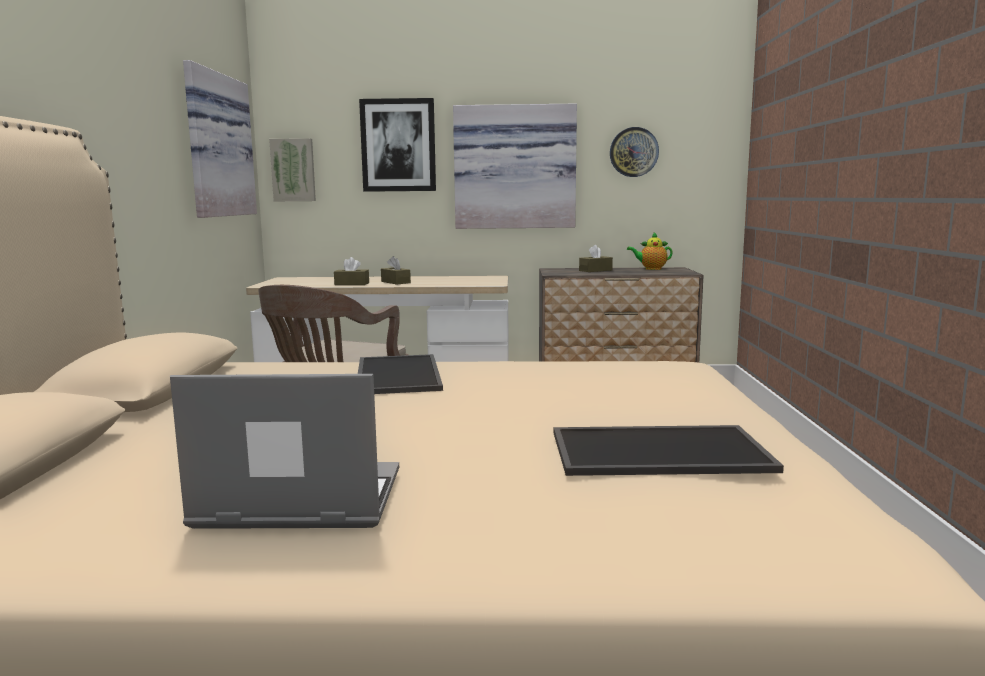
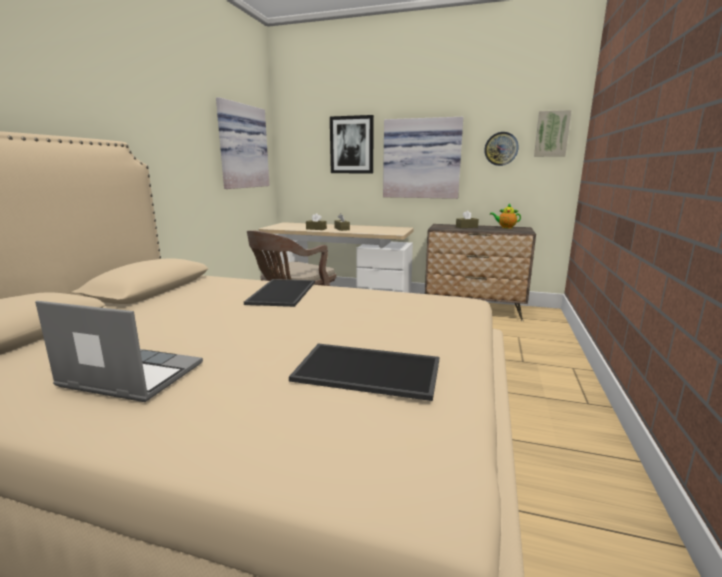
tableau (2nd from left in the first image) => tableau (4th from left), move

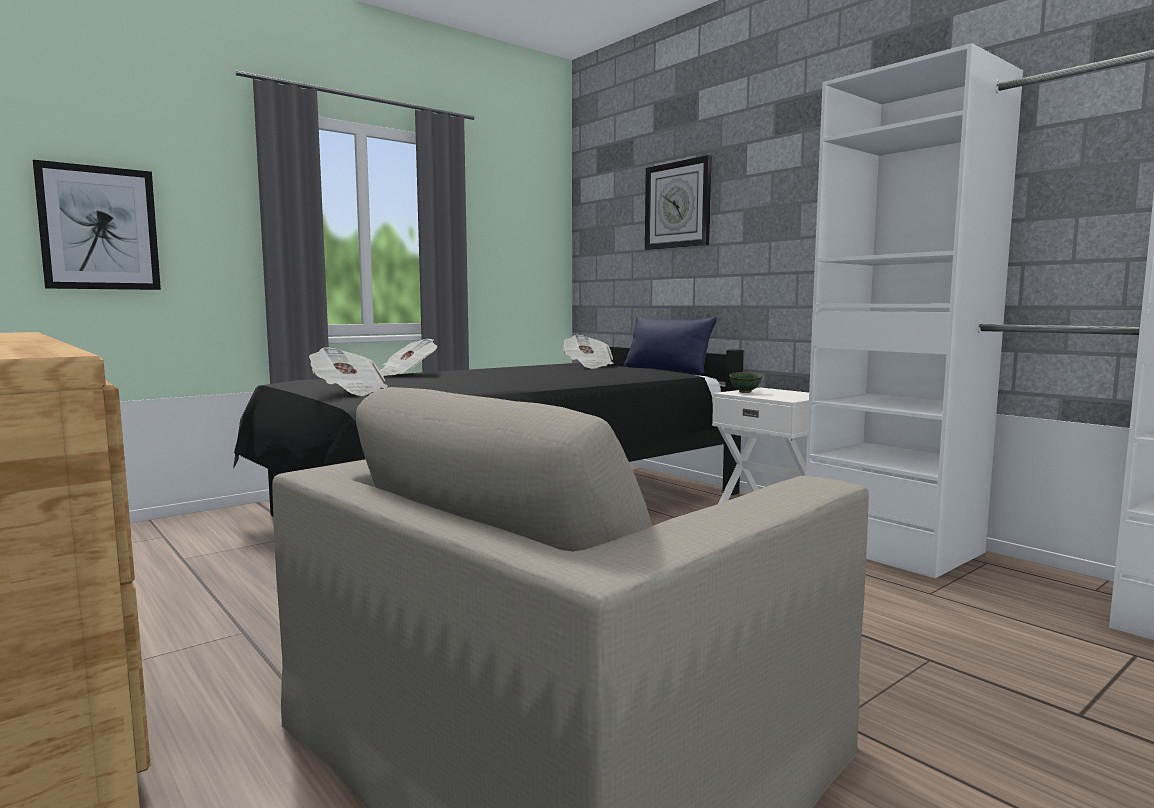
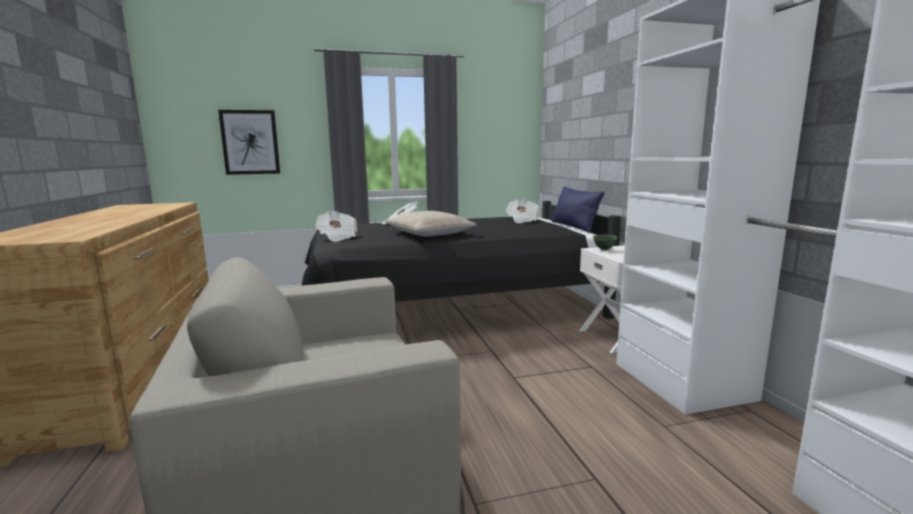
horloge murale => nothing
nothing => coussin/beige

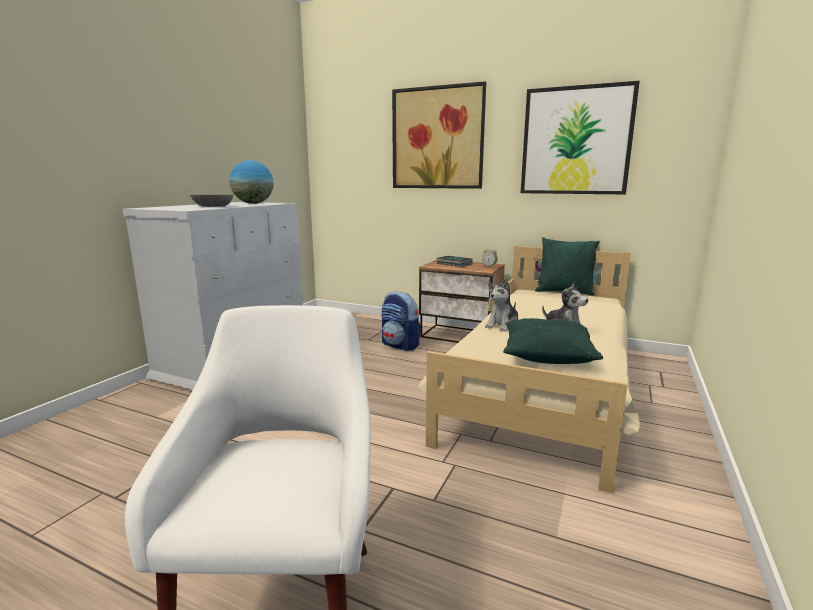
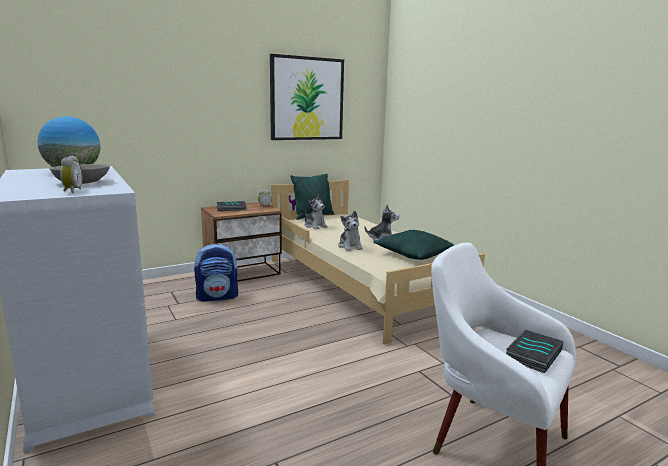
tableau (1st from left) => nothing
nothing => réveil (1st from left)
nothing => peluche (1st from left)
nothing => livre (2nd from left)

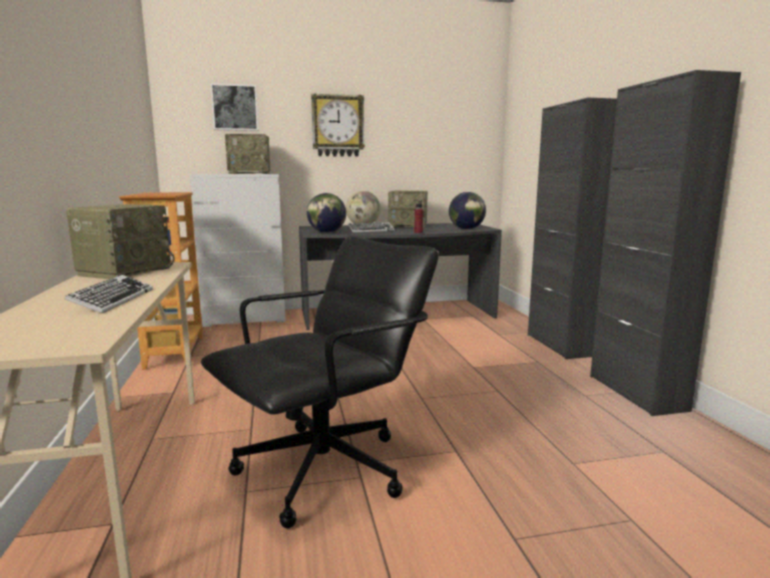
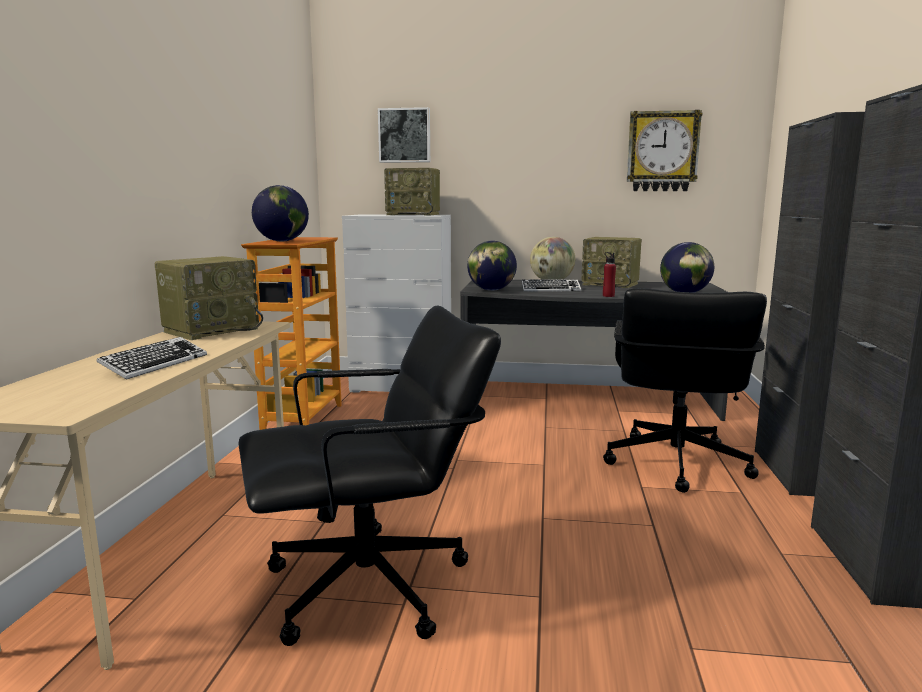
horloge murale, move
nothing => globe (1st from left)
nothing => chaise de bureau/noir (2nd from left)

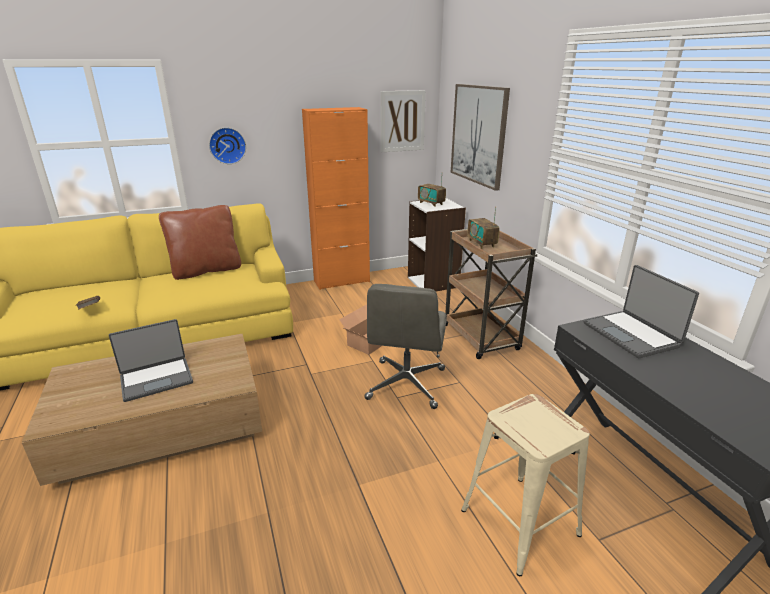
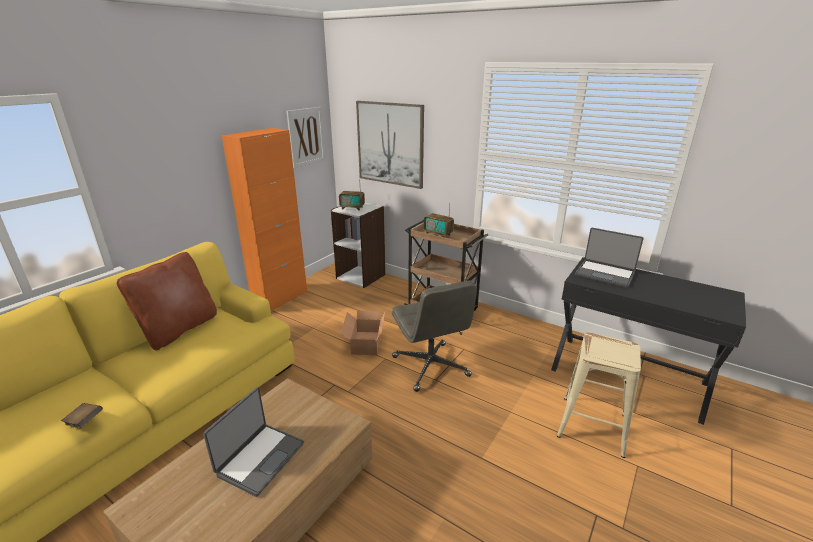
horloge murale => nothing

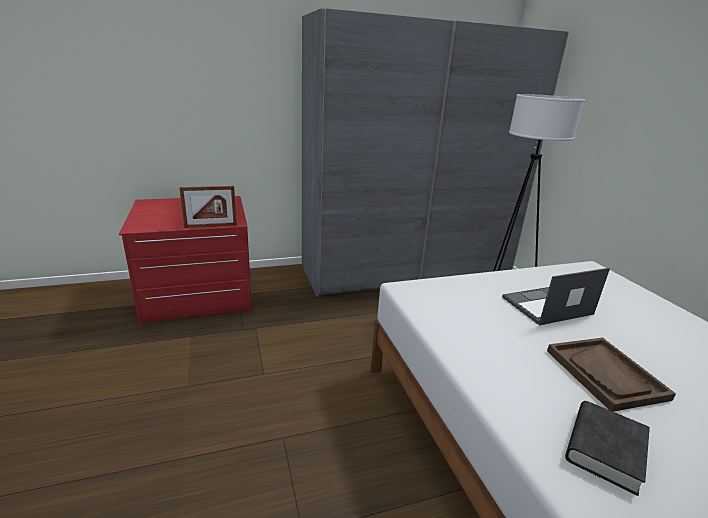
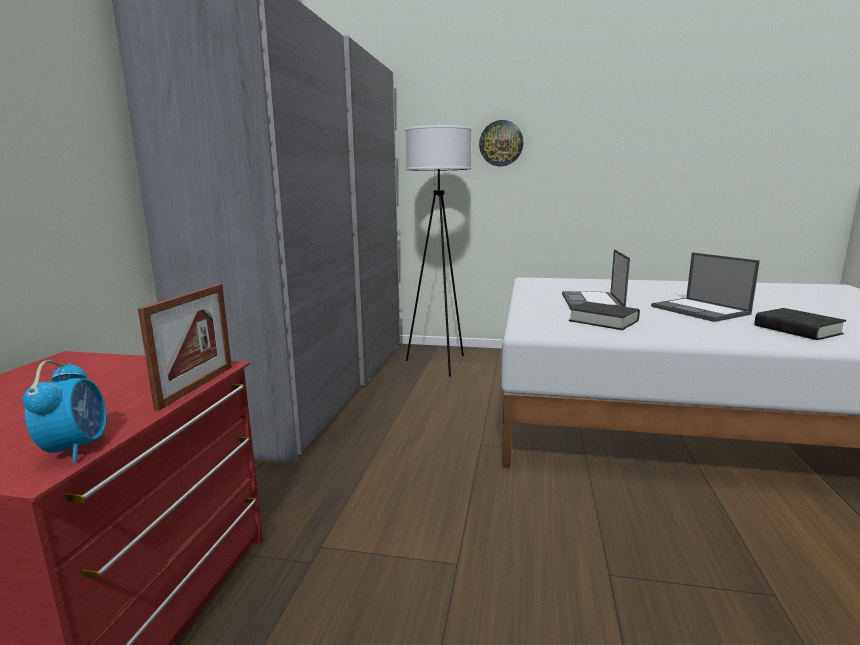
plateau/marron => ordinateur portable (2nd from left)
nothing => horloge murale
nothing => livre/noir (1st from left)
nothing => réveil

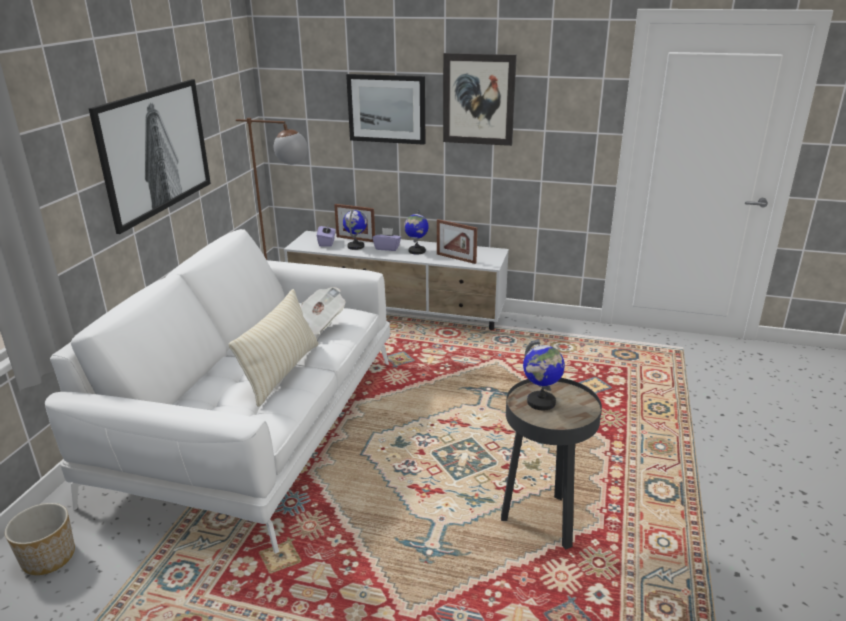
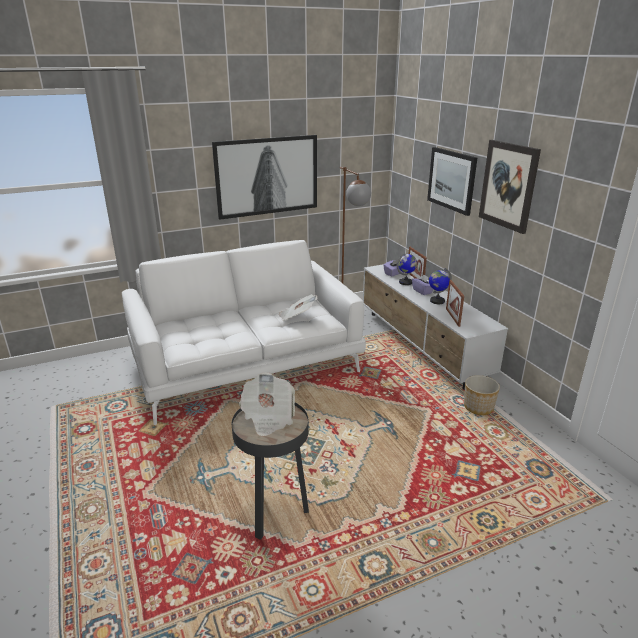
coussin/beige => nothing
globe (3rd from left) => journal (1st from left)
cache-pot, move

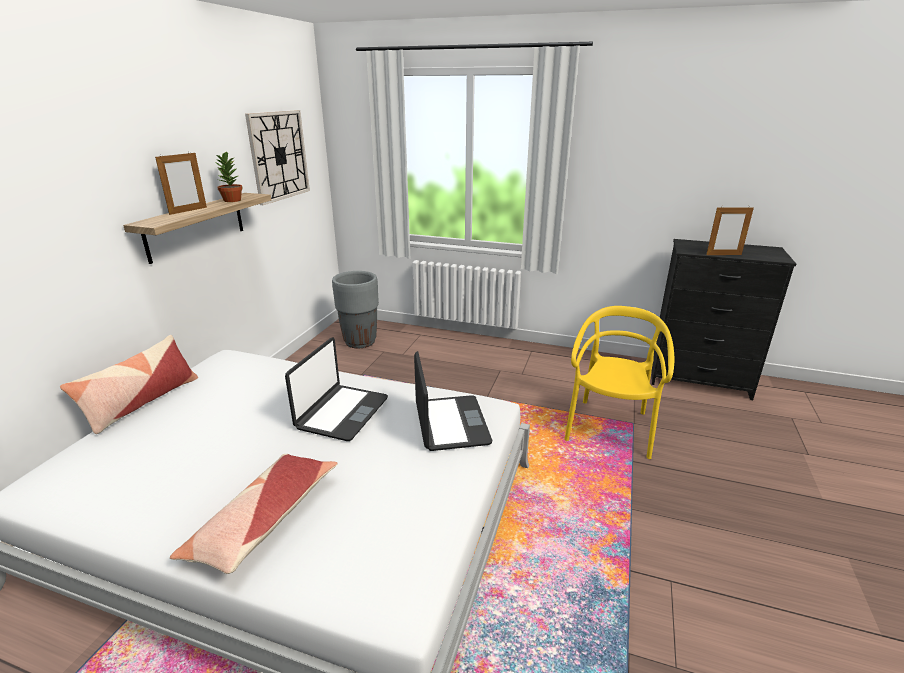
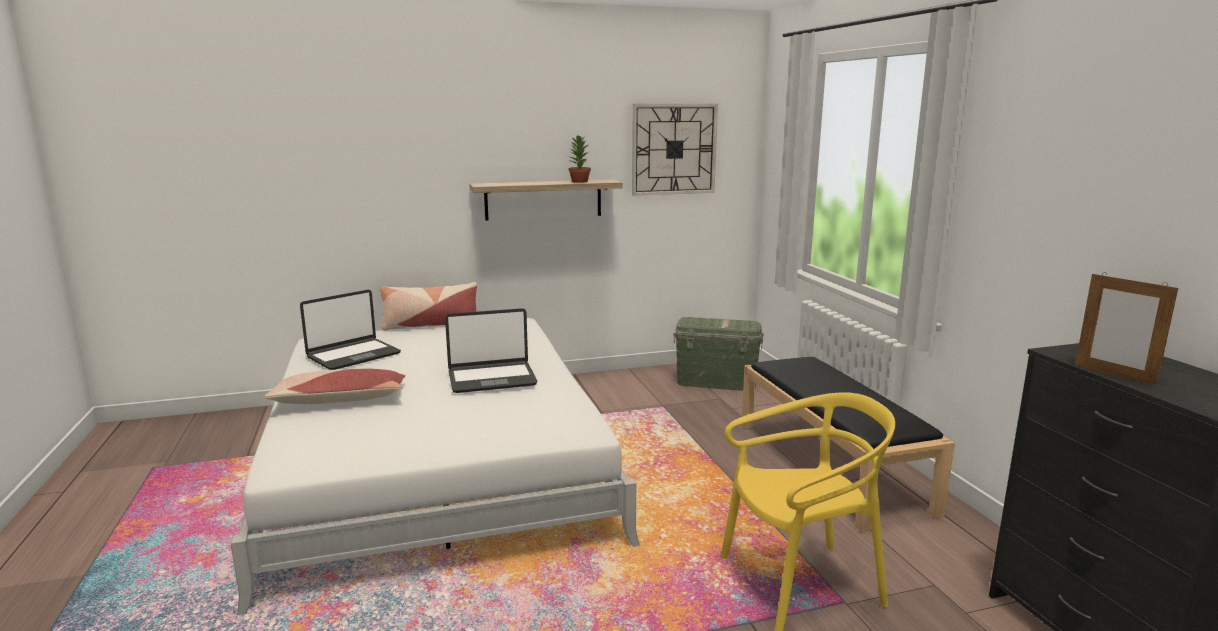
cadre photo (1st from left) => nothing
cache-pot/gris => boîte de rangement/vert
ordinateur portable (2nd from left in the first image) => ordinateur portable (1st from left), move
nothing => banc/noir

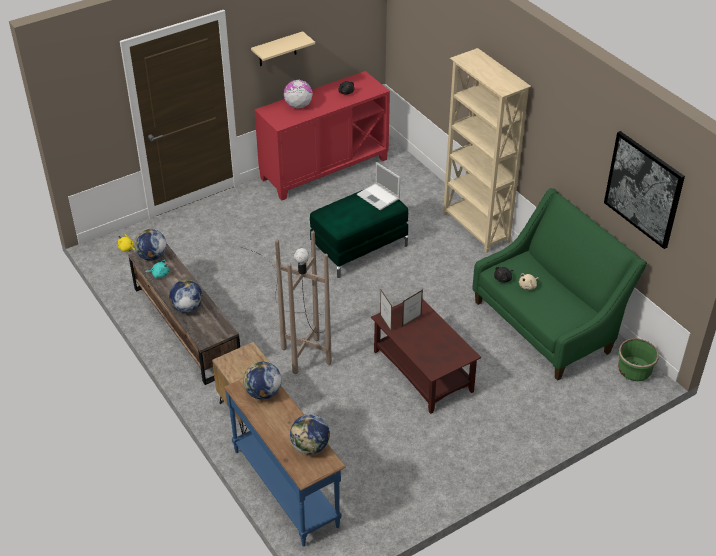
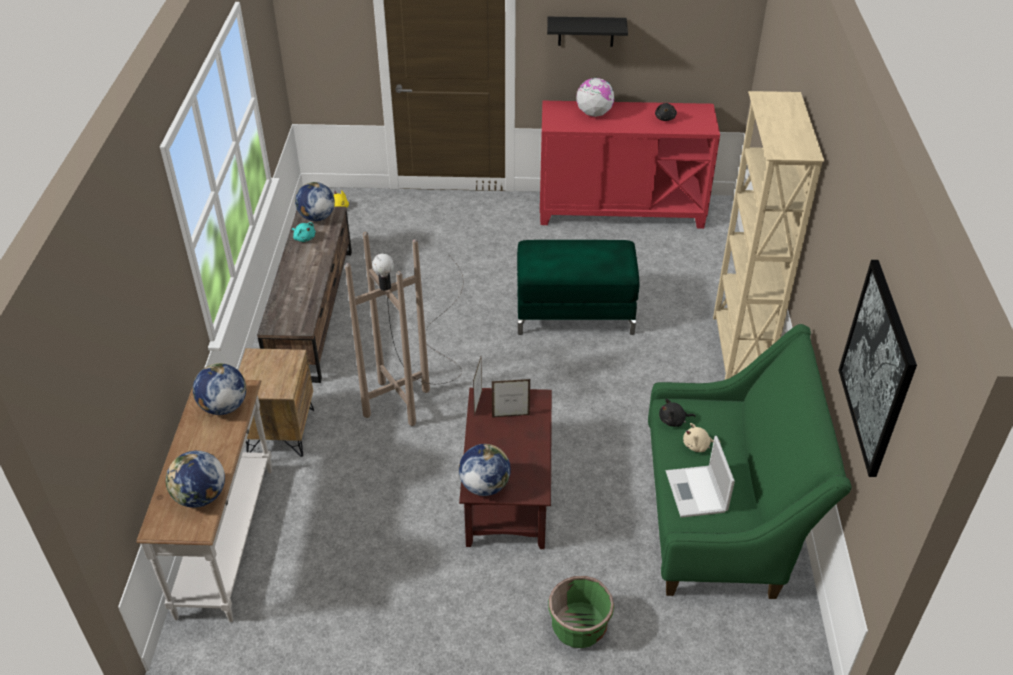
étagère/beige => étagère/noir
ordinateur portable, move
globe (2nd from left in the first image) => globe (4th from left), move
cache-pot/vert, move
table console/bleu => table console/blanc

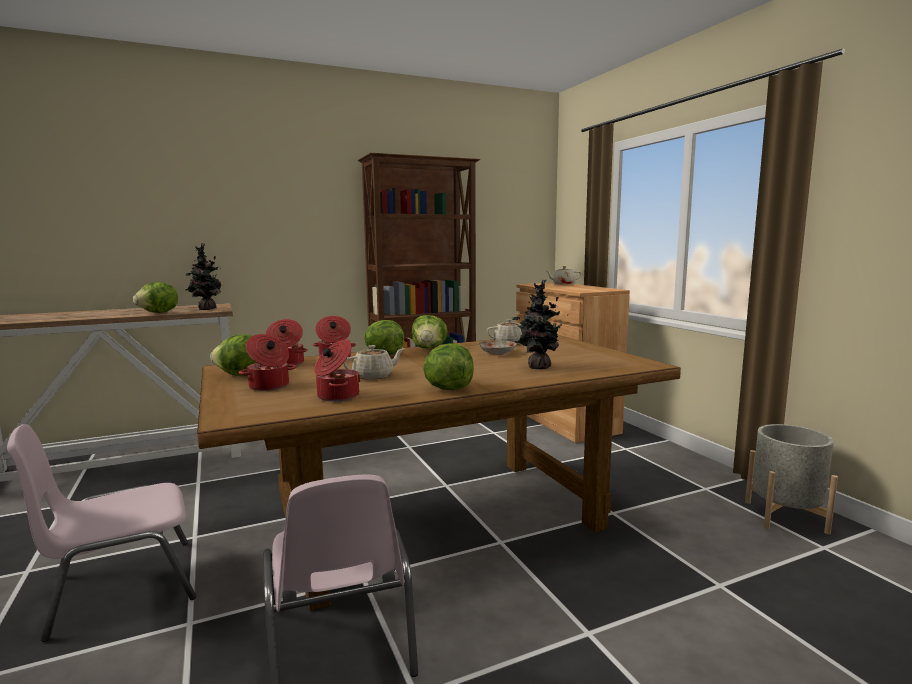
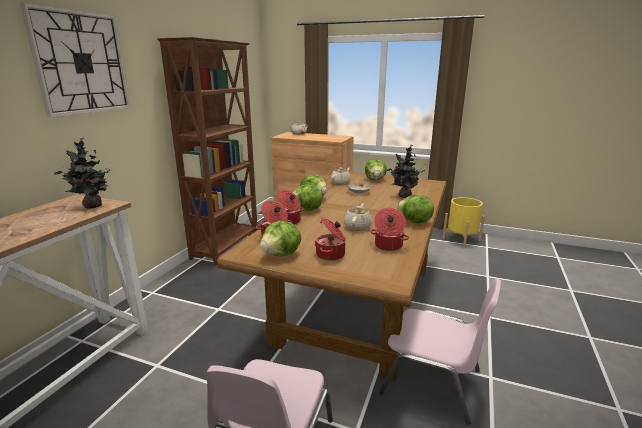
laitue (1st from left in the first image) => laitue (4th from left), move
cache-pot/gris => cache-pot/jaune
nothing => horloge murale

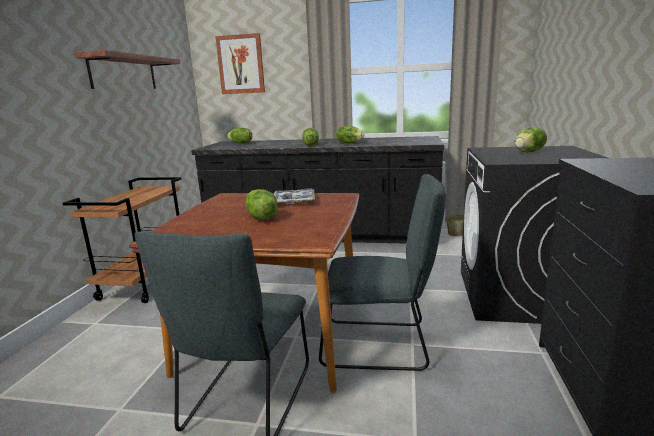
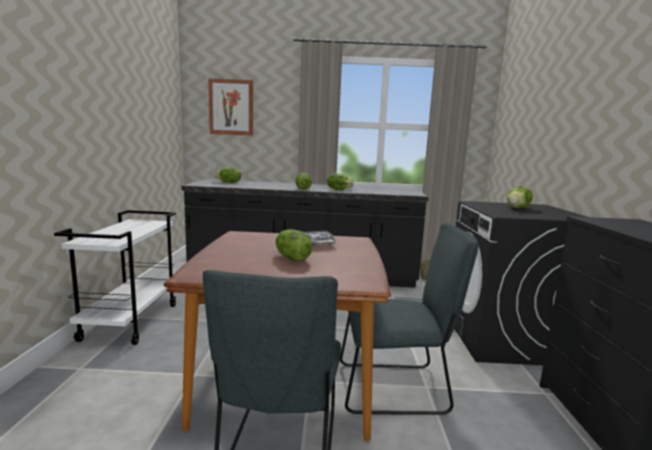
étagère => nothing
chariot/marron => chariot/blanc

